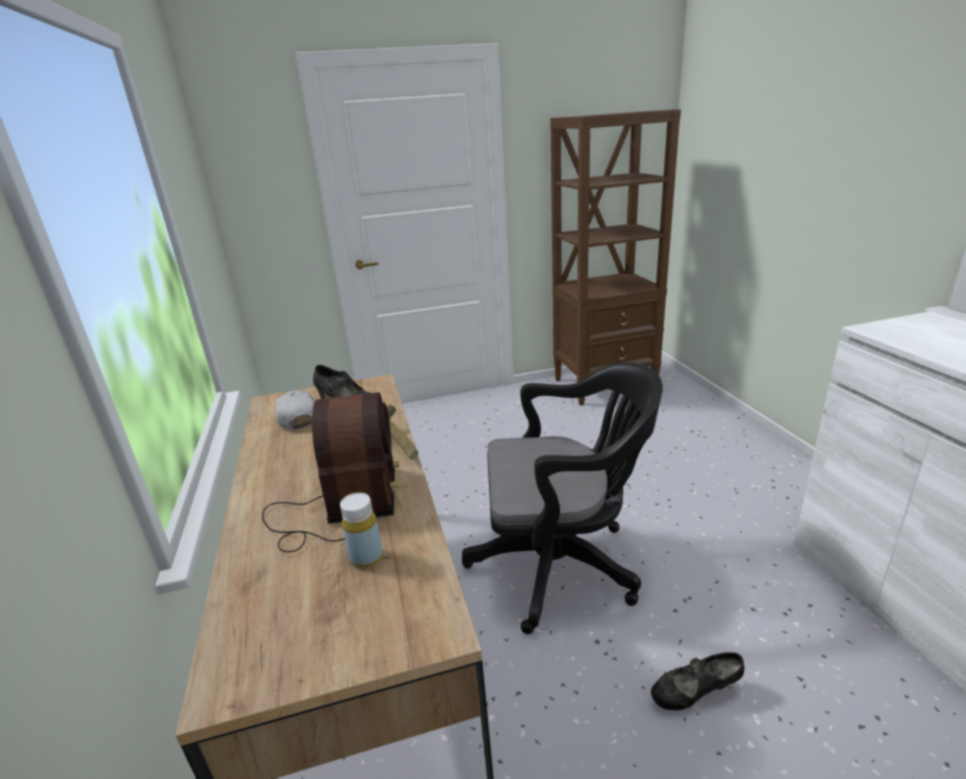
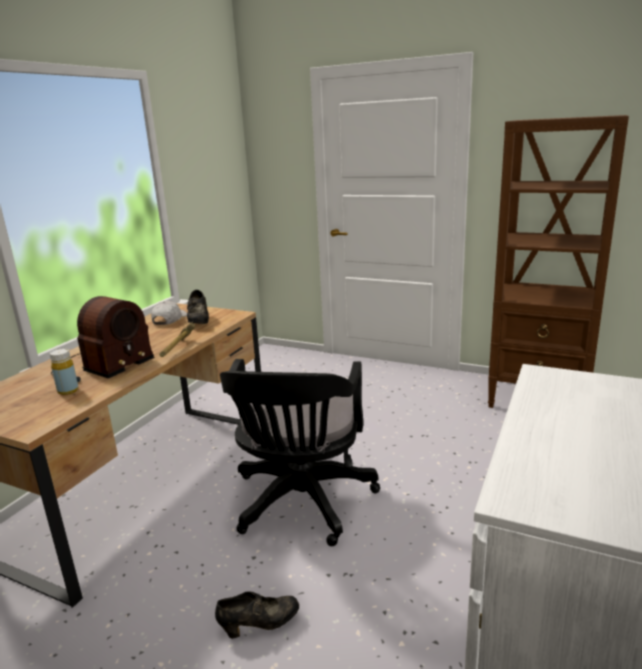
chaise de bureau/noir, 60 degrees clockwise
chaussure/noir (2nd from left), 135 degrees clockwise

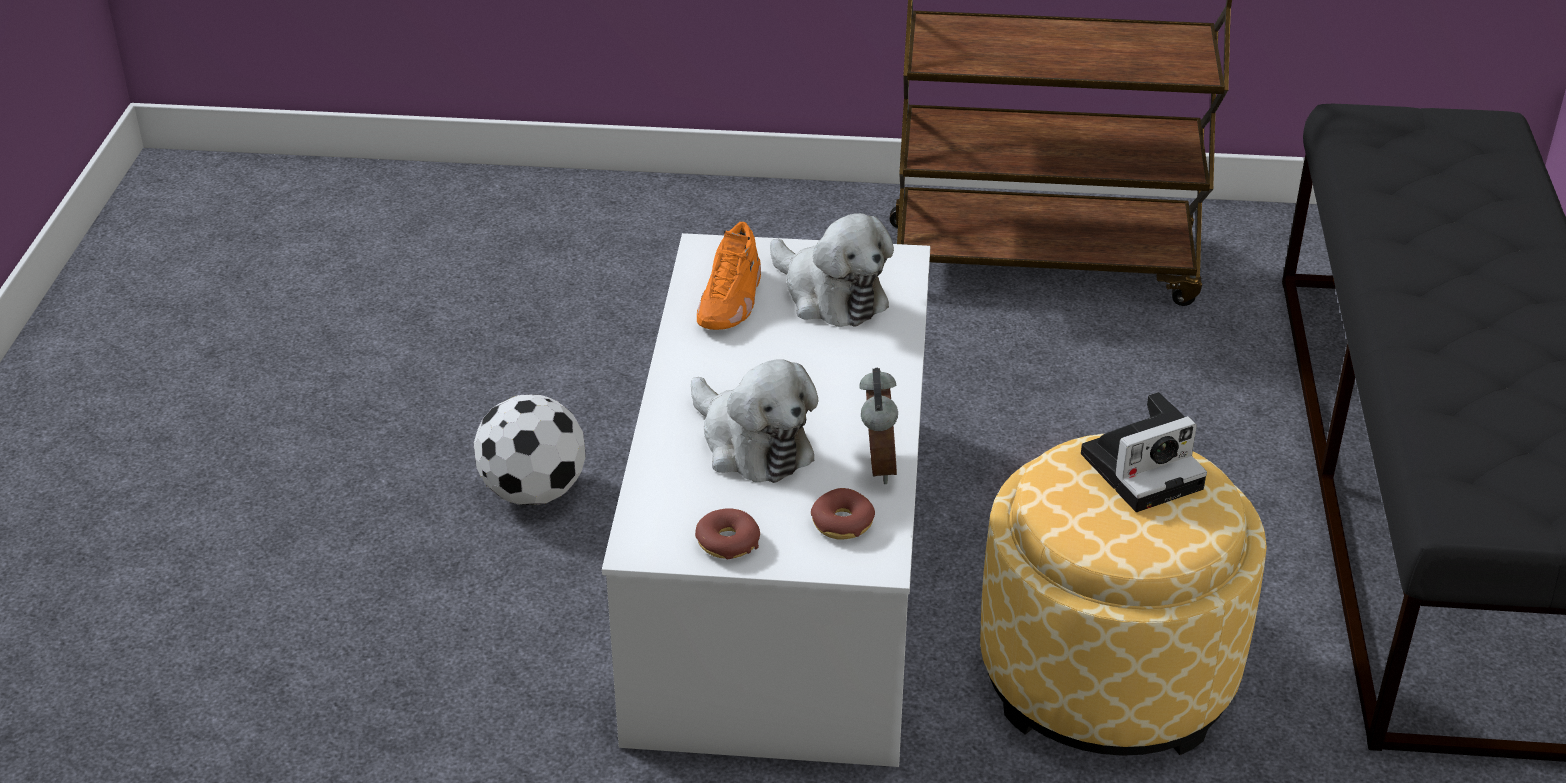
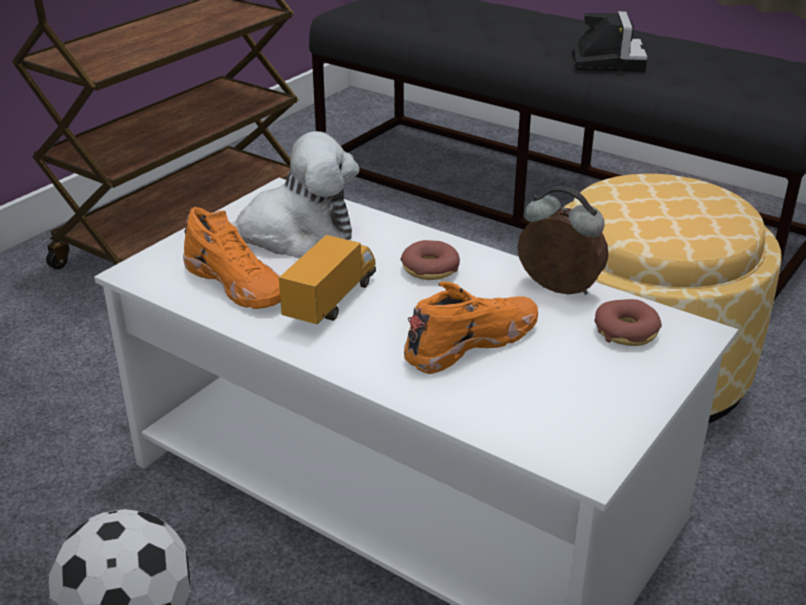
peluche (1st from left) => chaussure/orange (2nd from left)
appareil photo, move
beignet (1st from left), move
nothing => camion jouet

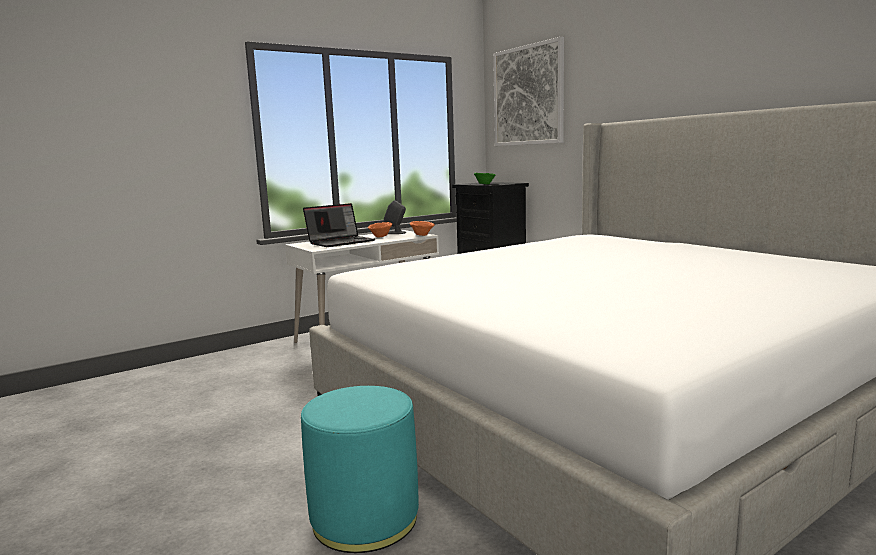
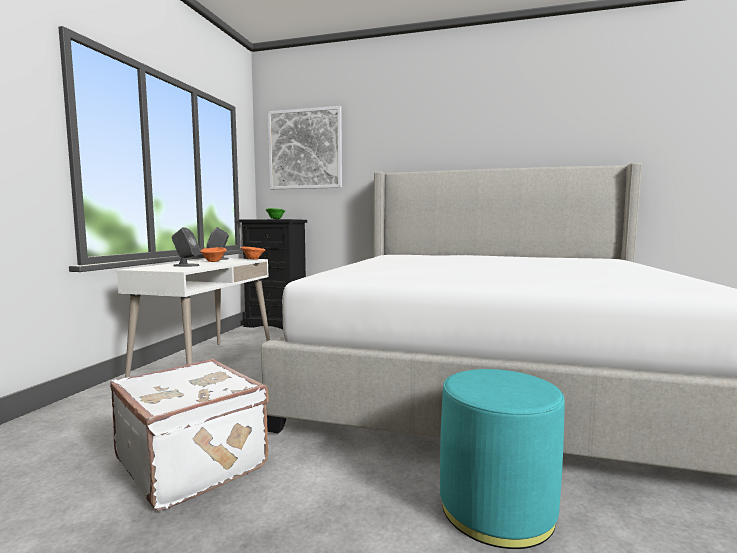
ordinateur portable => enceinte/gris (1st from left)
nothing => valise/blanc

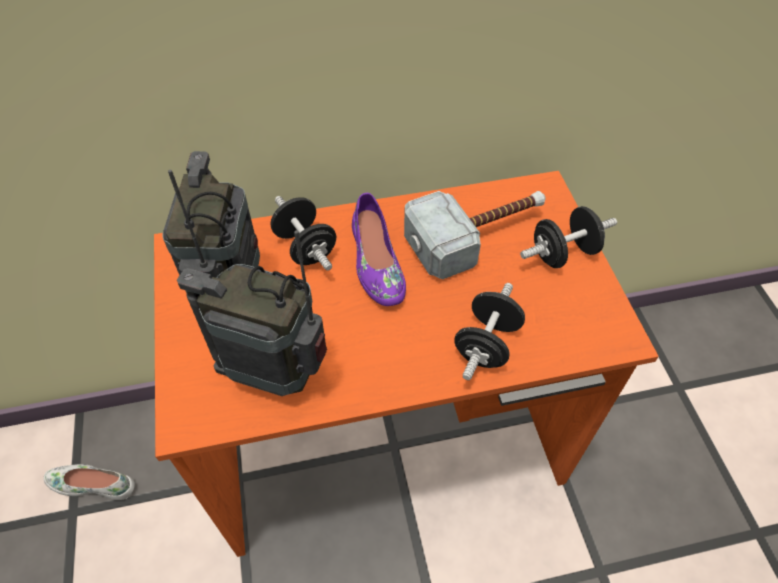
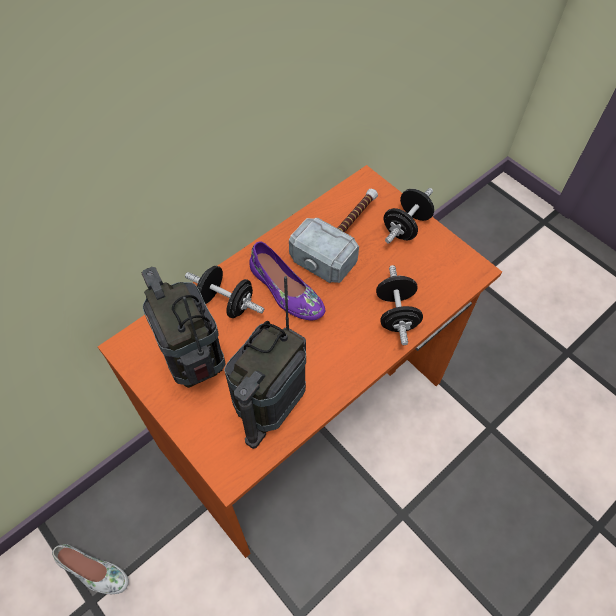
radio (2nd from left), 45 degrees counterclockwise
chaussure/blanc, 135 degrees counterclockwise

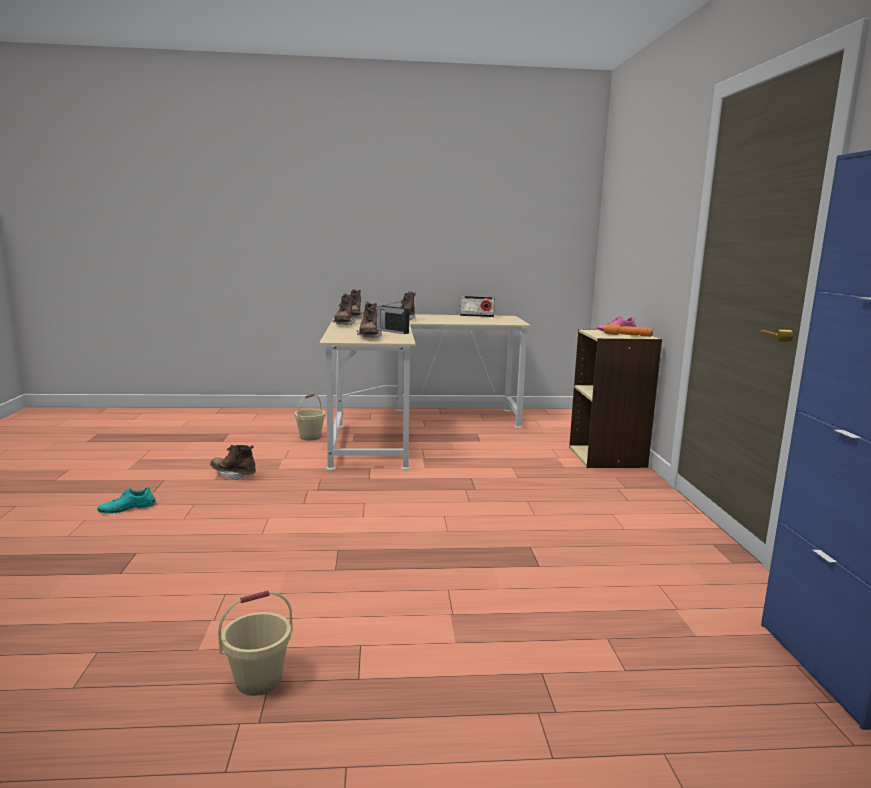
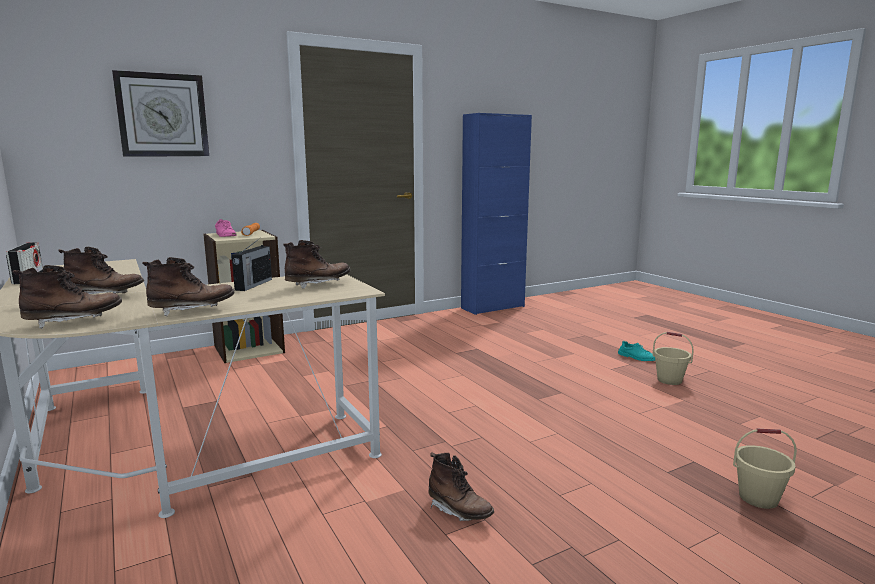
seau/beige (2nd from left), move
botte/marron (1st from left in the first image) => botte/marron (5th from left), 45 degrees counterclockwise
chaussure/turquoise, move
nothing => horloge murale

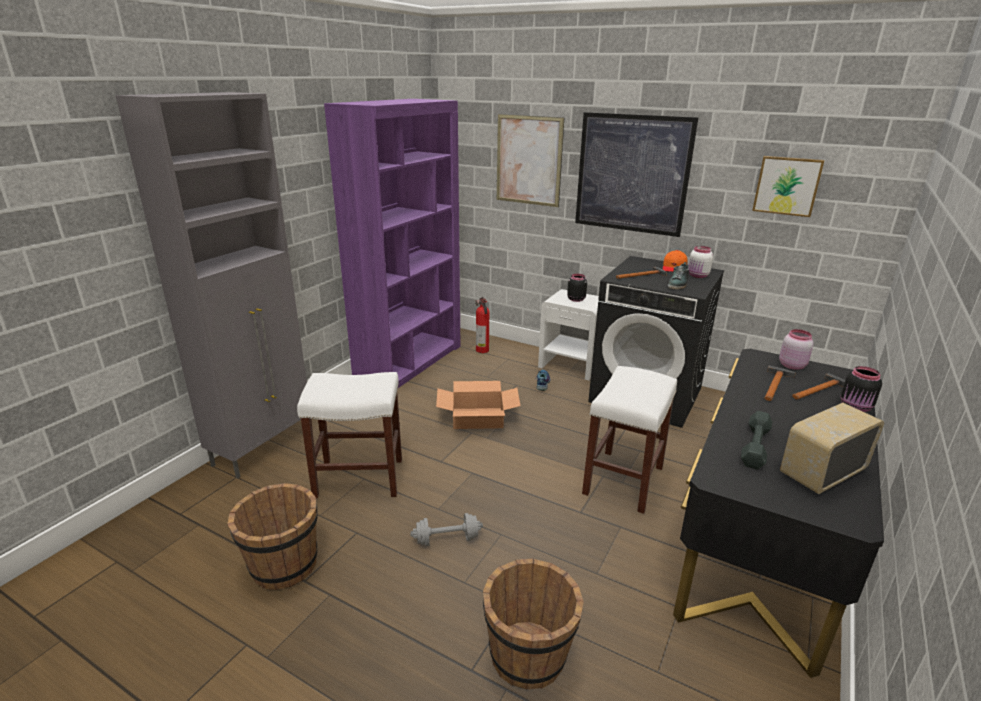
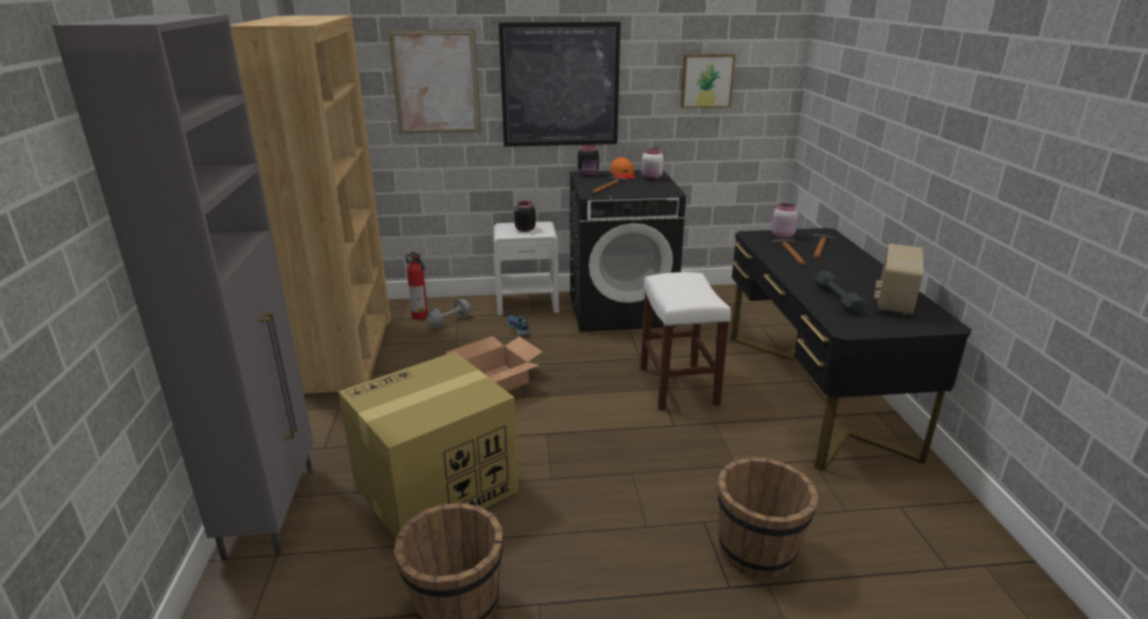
bibliothèque/violet => bibliothèque/marron
chaussure (2nd from left) => nothing
bocal/noir (2nd from left), move
tabouret/blanc (1st from left) => carton (1st from left)
haltère/gris (1st from left), move

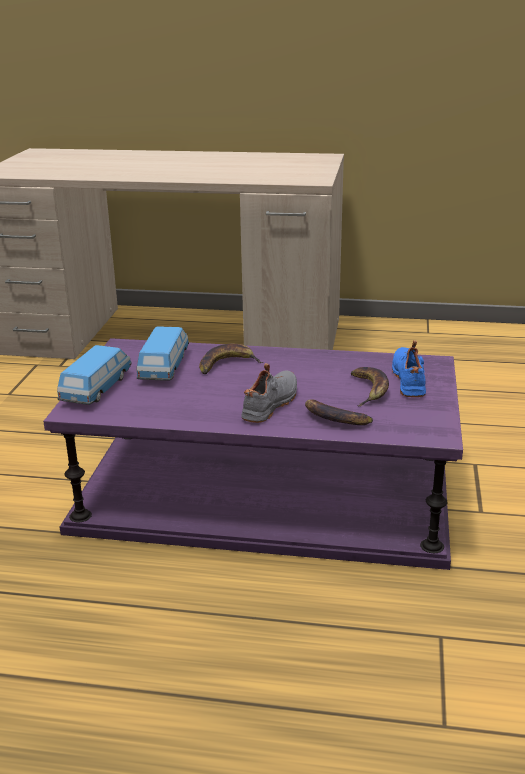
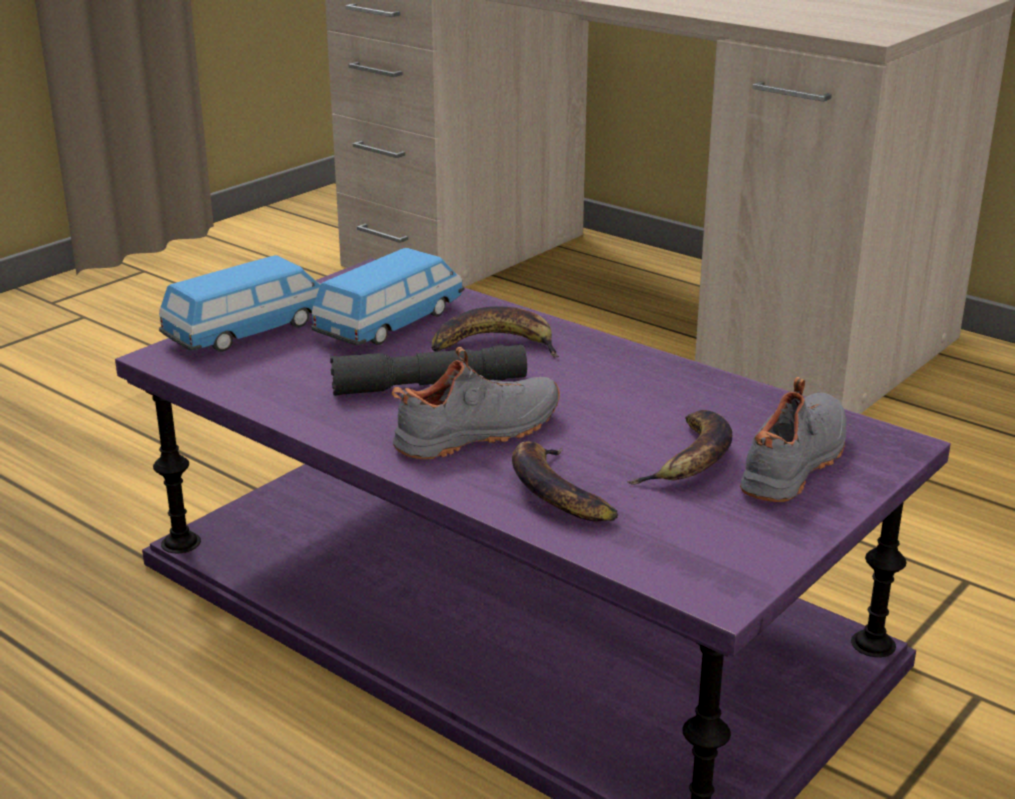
chaussure/bleu => chaussure/gris (2nd from left)
nothing => lampe de poche/gris

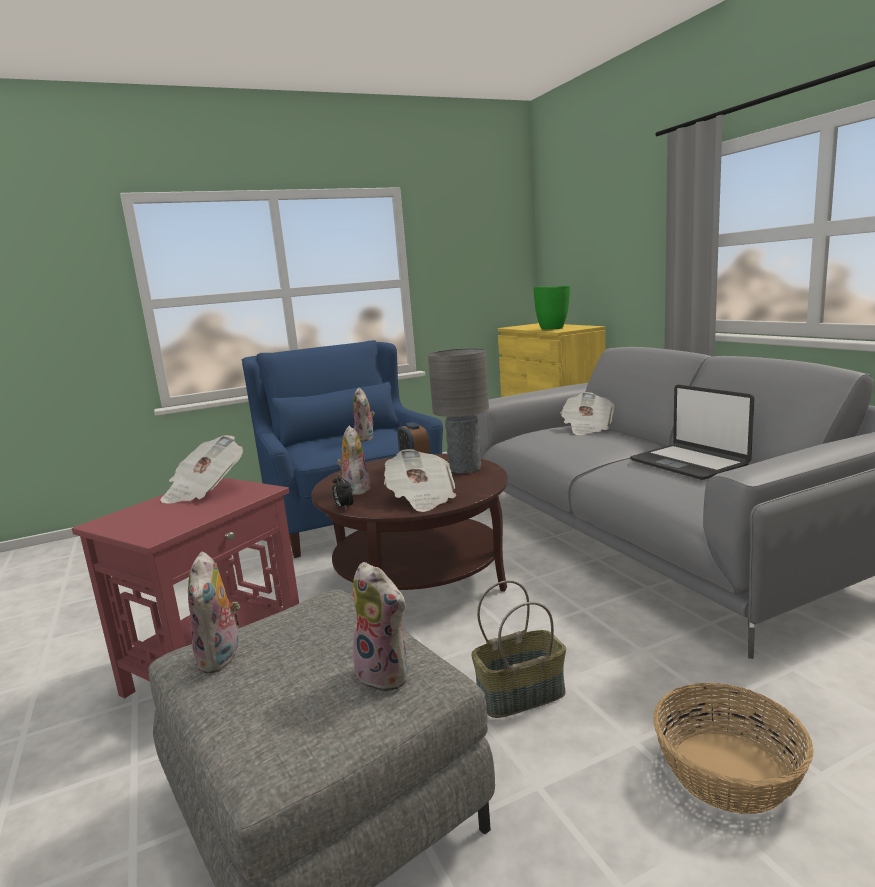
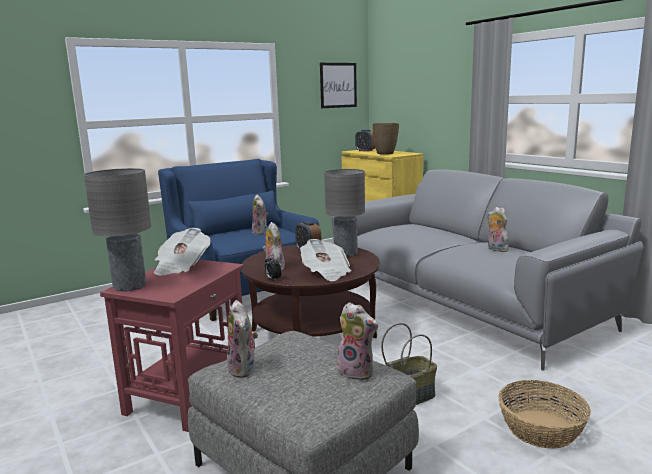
vase/vert => vase/marron
ordinateur portable => peluche (5th from left)
journal (3rd from left) => nothing
nothing => tableau
nothing => réveil (3rd from left)
nothing => lampe de table/gris (1st from left)

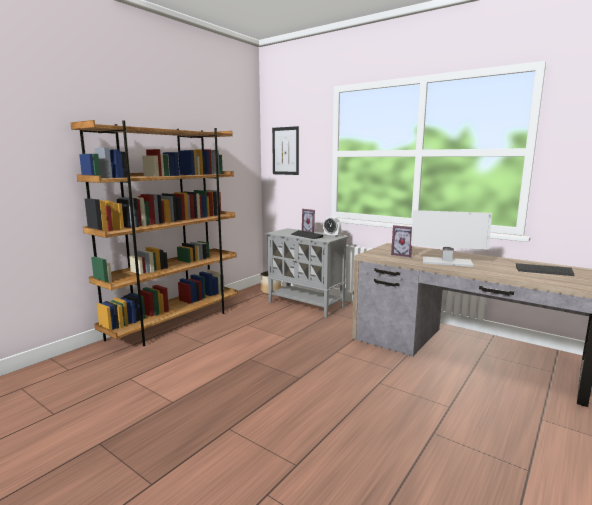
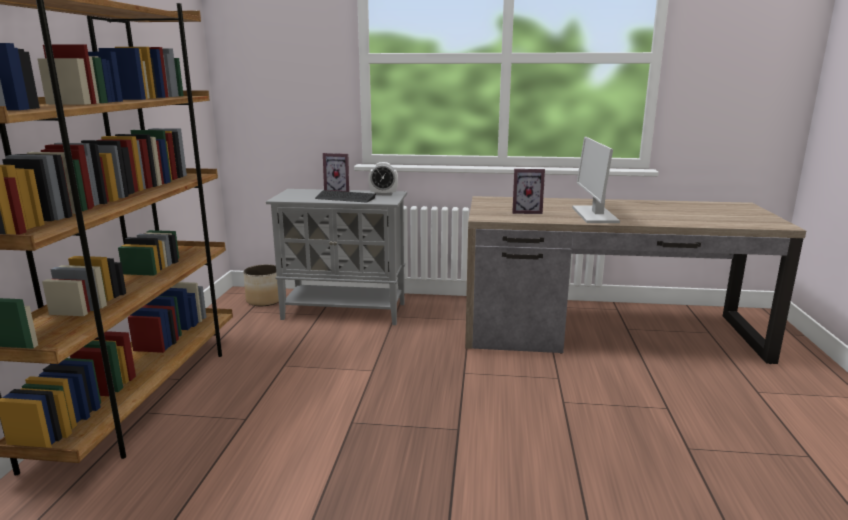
tableau => nothing
écran d'ordinateur, 105 degrees clockwise
clavier (2nd from left) => nothing

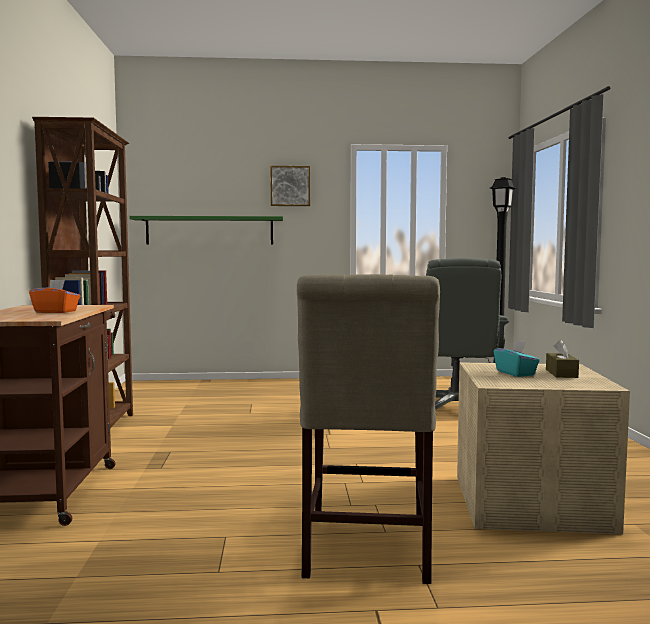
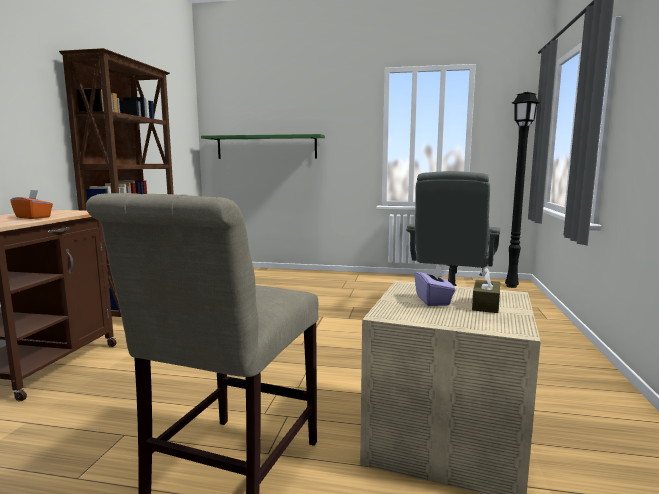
tableau => nothing
boîte à mouchoirs/turquoise => boîte à mouchoirs/violet

